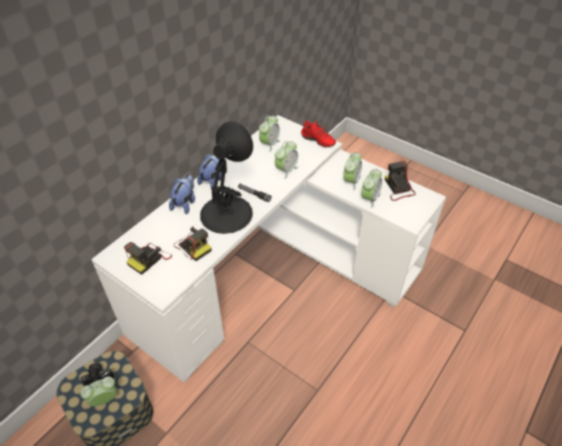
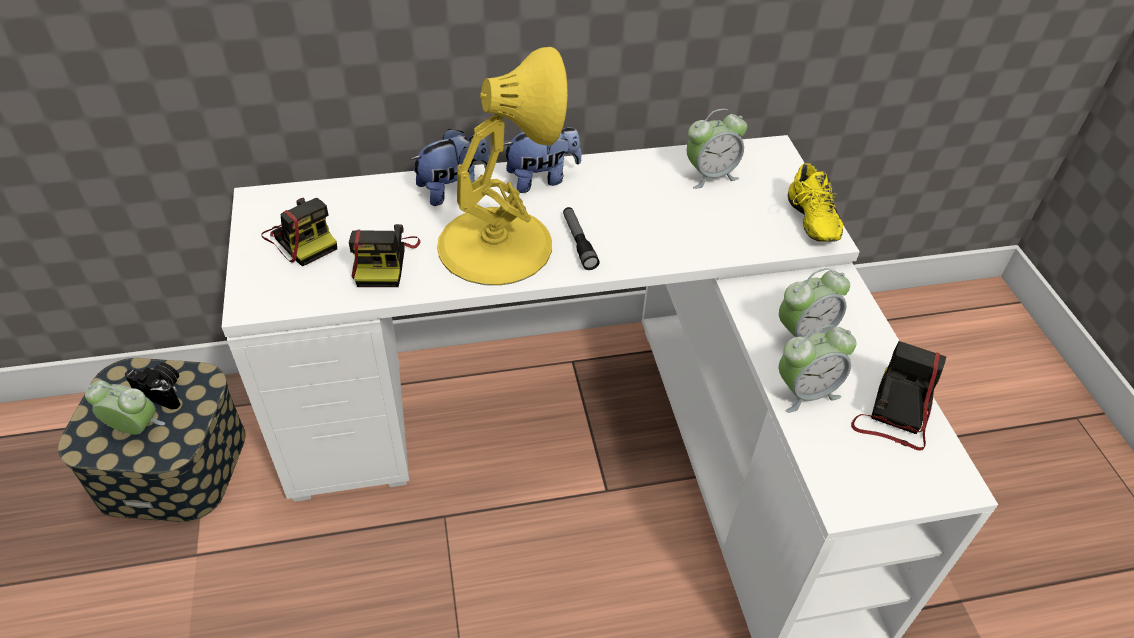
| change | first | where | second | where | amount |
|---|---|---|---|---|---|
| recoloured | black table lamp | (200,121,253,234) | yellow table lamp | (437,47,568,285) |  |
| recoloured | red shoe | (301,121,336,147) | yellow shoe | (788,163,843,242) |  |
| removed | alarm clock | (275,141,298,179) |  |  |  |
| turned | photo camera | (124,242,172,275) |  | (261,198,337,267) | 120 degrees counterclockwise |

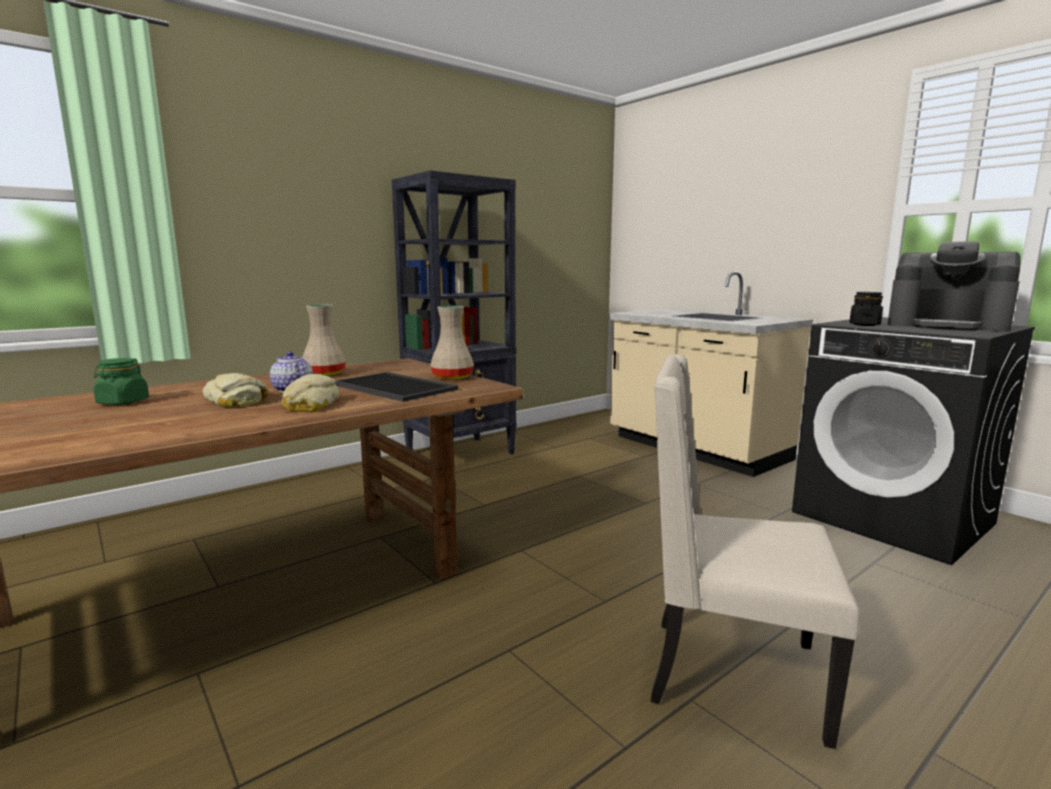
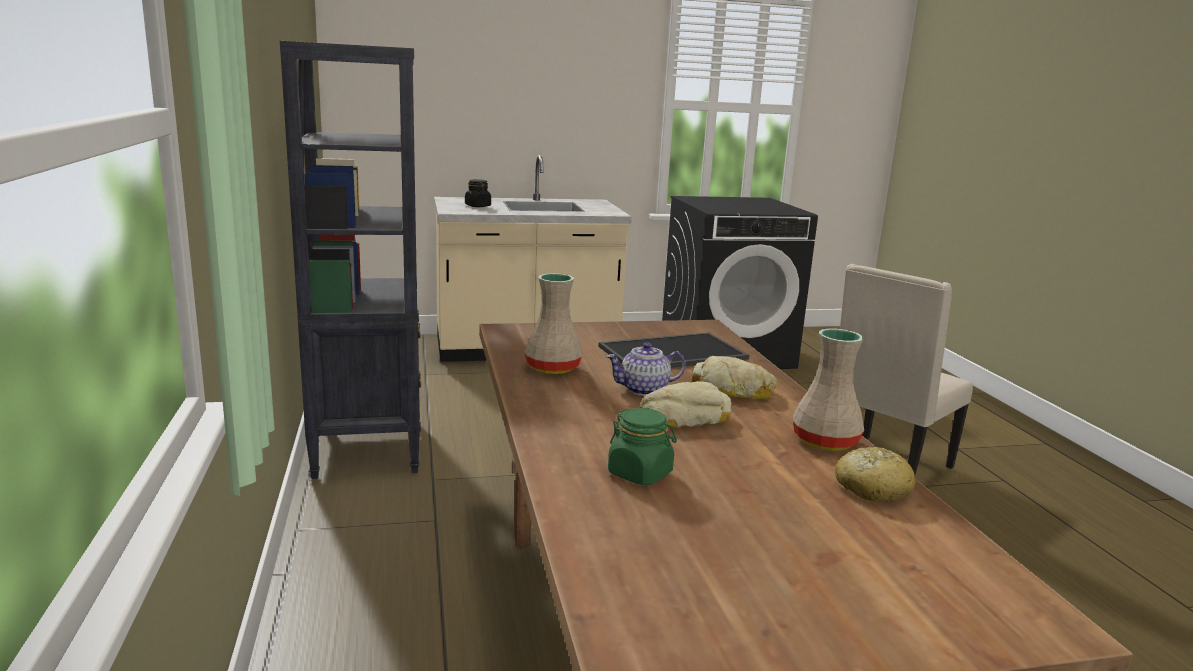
| change | first | where | second | where | amount |
|---|---|---|---|---|---|
| removed | coffee machine | (887,241,1020,332) |  |  |  |
| moved | black jar | (850,292,883,326) |  | (465,179,491,207) |  |
| moved | beige vase | (430,306,474,380) |  | (793,329,864,451) |  |
| added |  |  | bread | (835,447,916,502) |  |

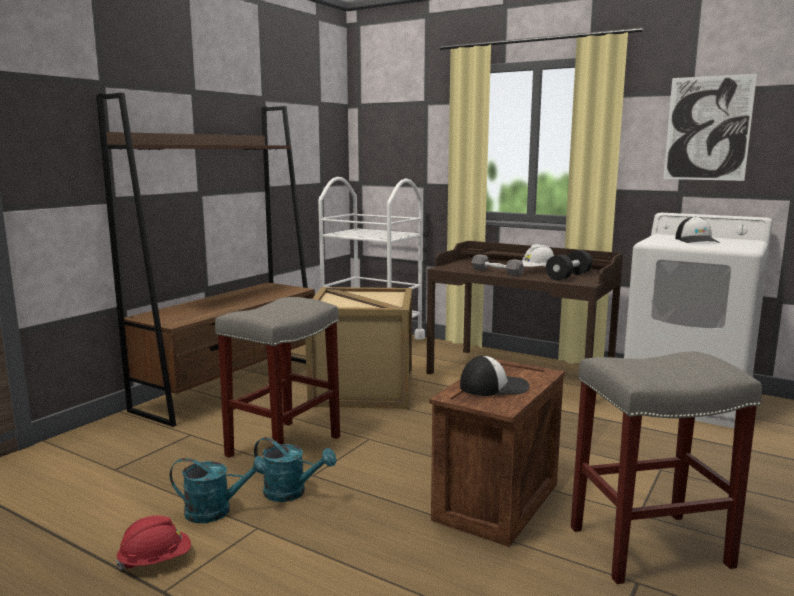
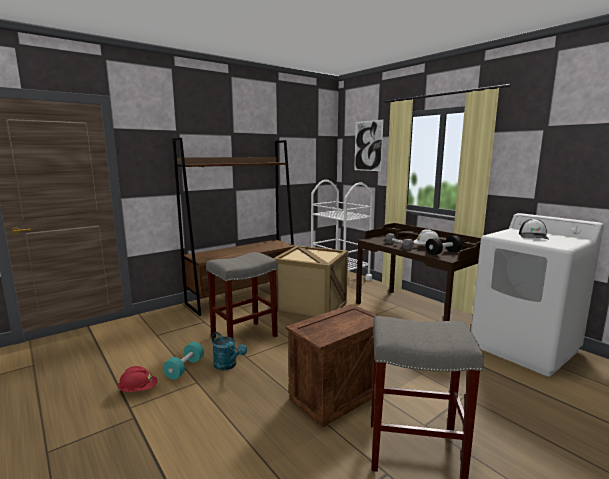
| change | first | where | second | where | amount |
|---|---|---|---|---|---|
| moved | picture | (663,74,757,181) |  | (354,119,384,171) |  |
| removed | cap | (460,356,530,396) |  |  |  |
| replaced | turquoise watering can | (170,456,268,523) | turquoise dumbbell | (163,342,204,380) |  |

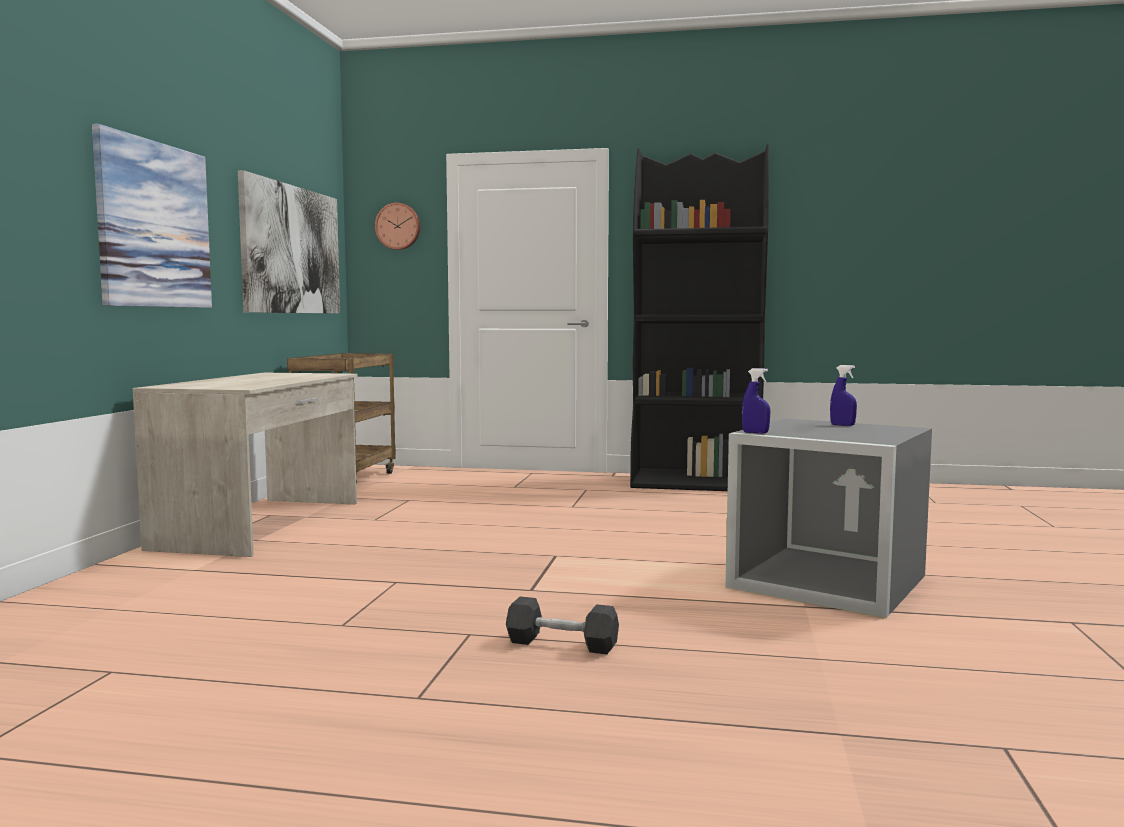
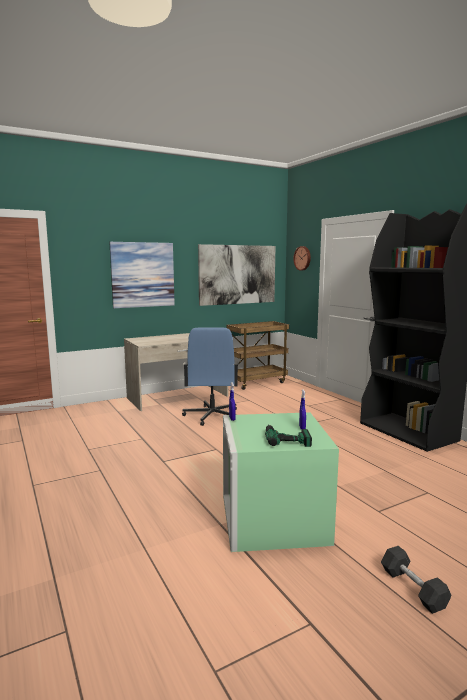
| change | first | where | second | where | amount |
|---|---|---|---|---|---|
| recoloured | grey storage box | (725,418,932,618) | green storage box | (223,412,339,552) |  |
| moved | black dumbbell | (506,596,619,654) |  | (381,546,451,614) |  |
| added |  |  | blue office chair | (182,328,239,426) |  |
| added |  |  | power drill | (265,424,312,447) |  |

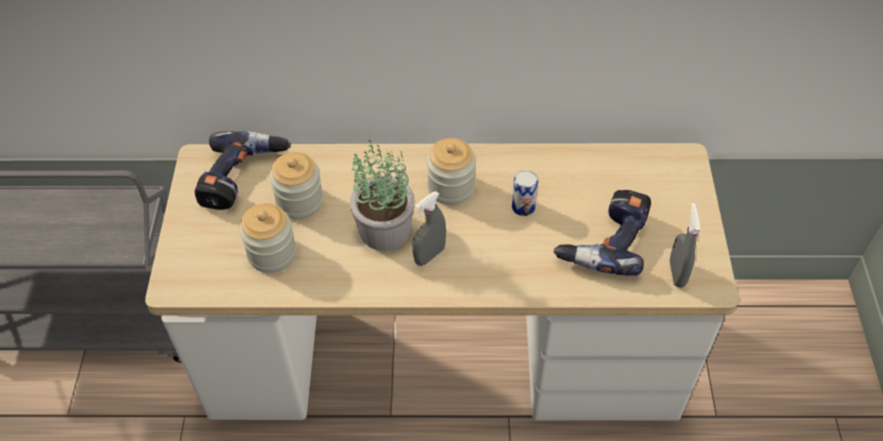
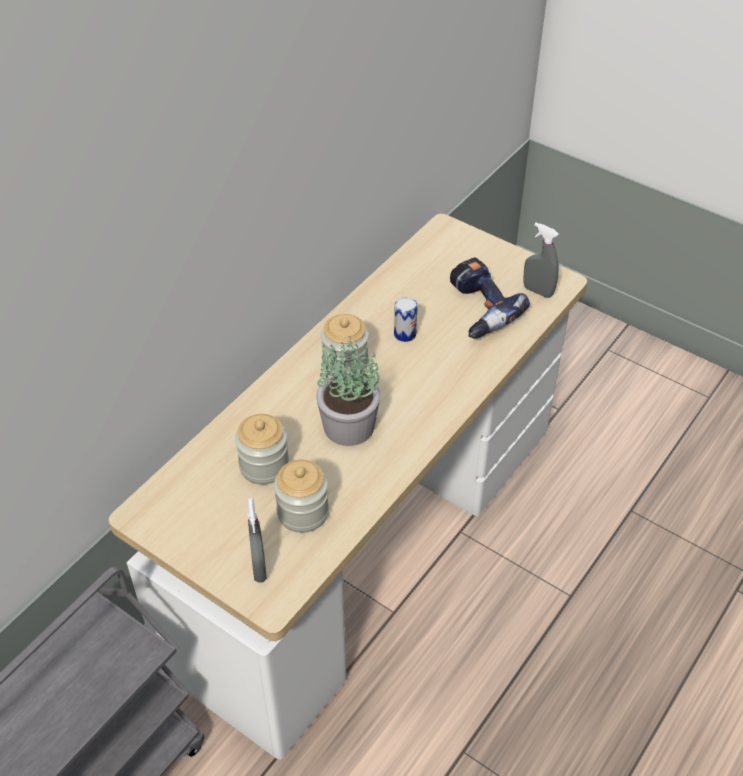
| change | first | where | second | where | amount |
|---|---|---|---|---|---|
| removed | power drill | (195,131,291,210) |  |  |  |
| moved | grey spray bottle | (412,191,446,266) |  | (247,498,267,583) |  |

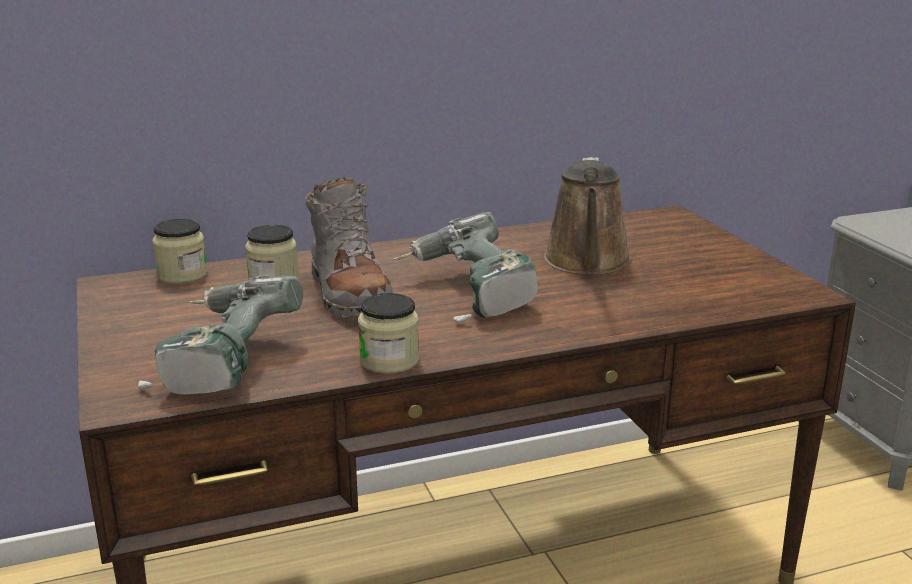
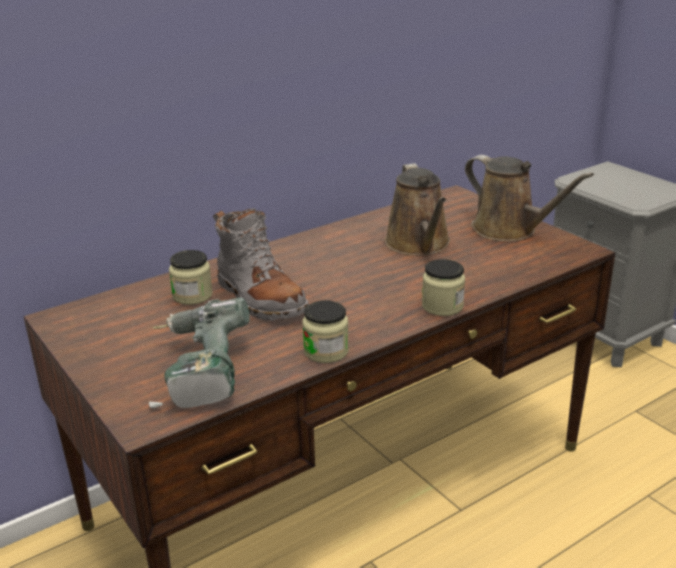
| change | first | where | second | where | amount |
|---|---|---|---|---|---|
| removed | power drill | (393,212,538,323) |  |  |  |
| moved | jar | (152,219,207,284) |  | (422,259,465,316) |  |
| added |  |  | brown watering can | (465,155,594,241) |  |

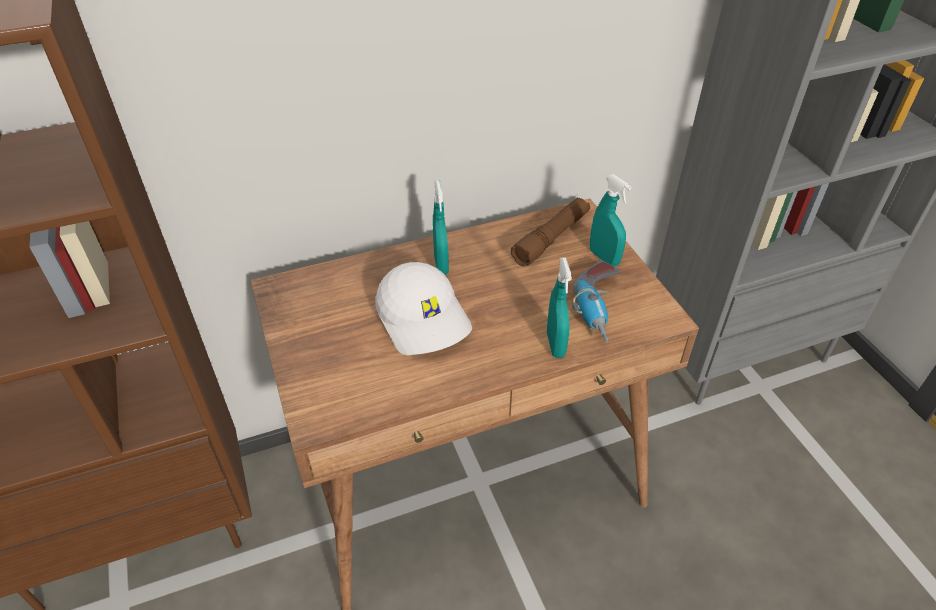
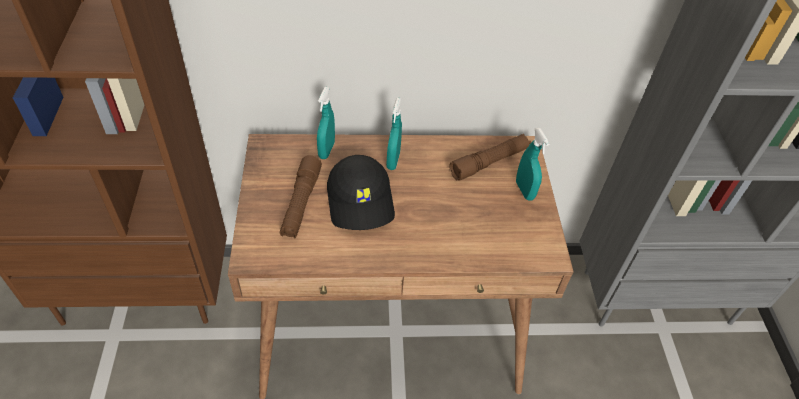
| change | first | where | second | where | amount |
|---|---|---|---|---|---|
| moved | turquoise spray bottle | (547,257,572,358) |  | (317,87,335,159) |  |
| removed | power drill | (572,261,621,343) |  |  |  |
| recoloured | white cap | (375,262,472,355) | black cap | (327,155,395,230) |  |
| added |  |  | brown flashlight | (280,155,322,238) |  |

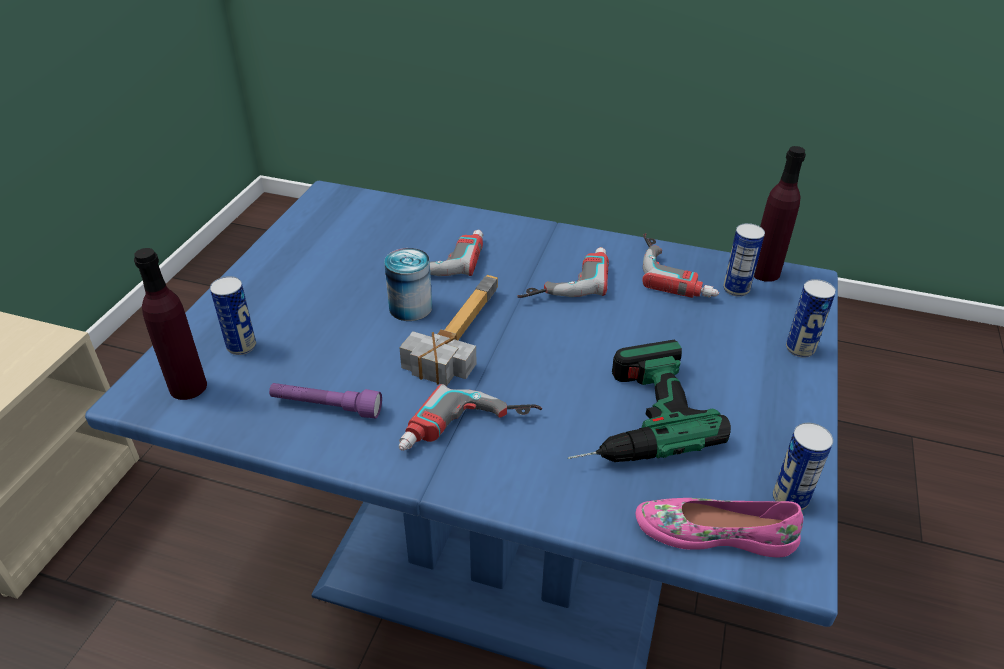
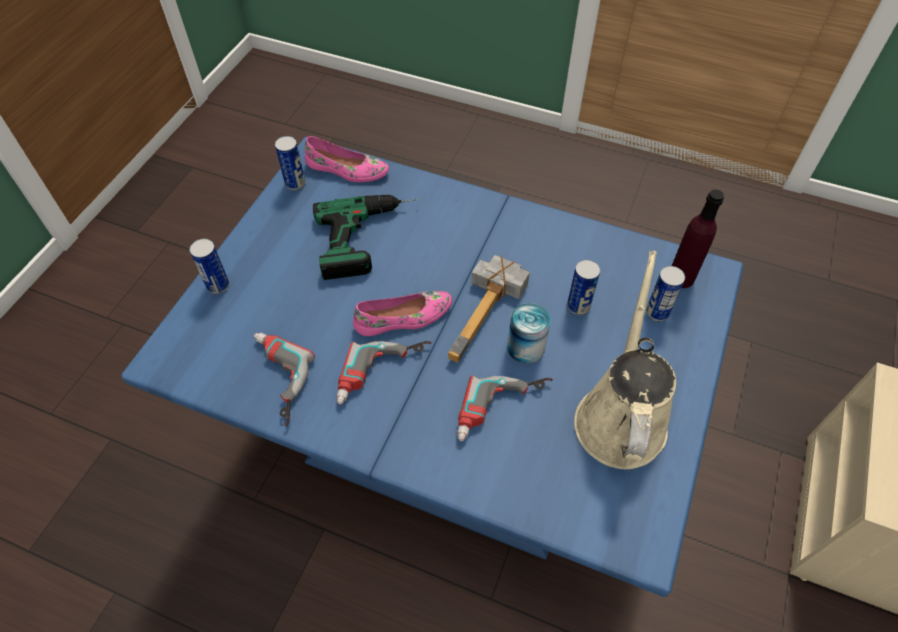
| change | first | where | second | where | amount |
|---|---|---|---|---|---|
| removed | purple bottle | (754,146,806,282) |  |  |  |
| moved | can | (723,223,765,297) |  | (567,259,600,315) |  |
| removed | purple flashlight | (269,383,382,418) |  |  |  |
| removed | power drill | (399,384,543,451) |  |  |  |
| added |  |  | beige watering can | (574,251,676,469) |  |
| added |  |  | pink shoe | (353,291,452,336) |  |

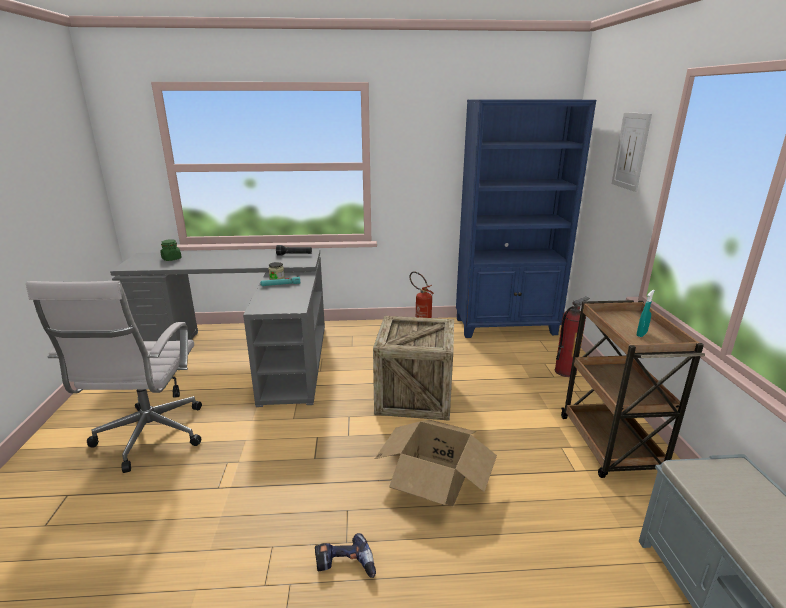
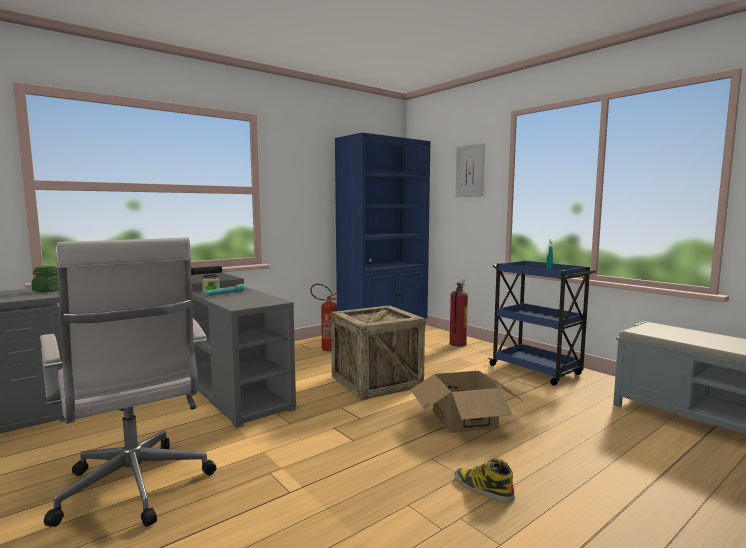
| change | first | where | second | where | amount |
|---|---|---|---|---|---|
| recoloured | brown cart | (561,300,705,478) | blue cart | (488,260,596,386) |  |
| replaced | power drill | (315,533,376,578) | boot | (455,458,515,502) |  |

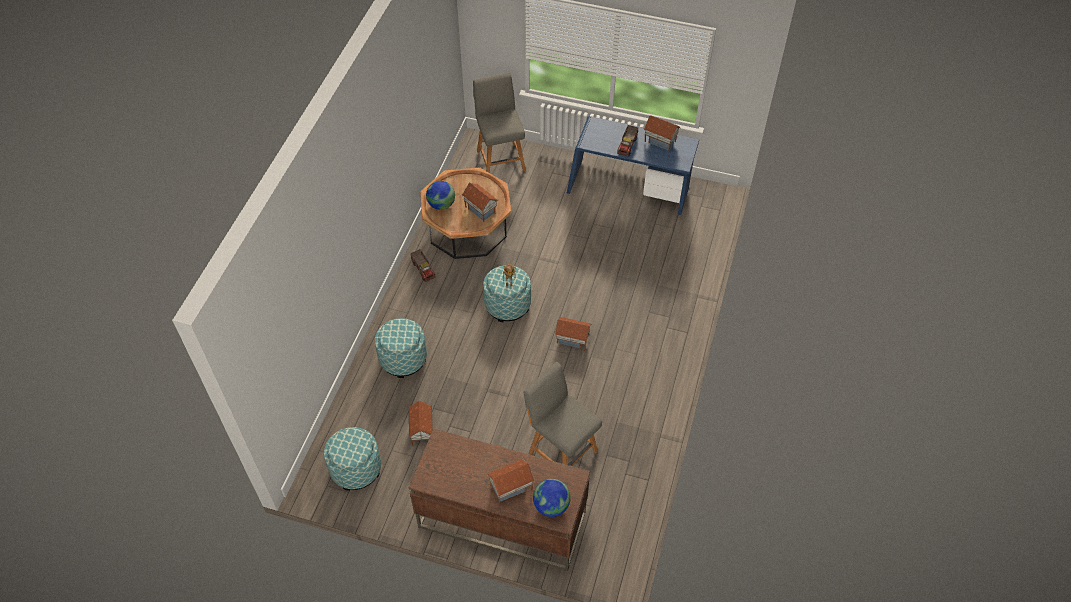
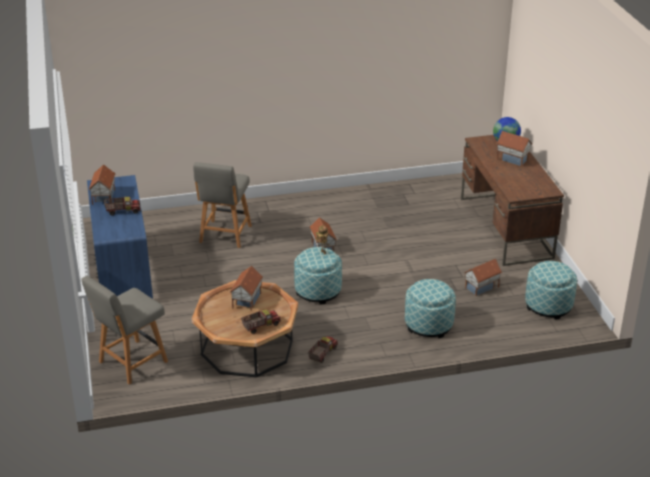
| change | first | where | second | where | amount |
|---|---|---|---|---|---|
| replaced | globe | (426,181,455,210) | toy truck | (241,309,281,334) |  |
| moved | grey chair | (524,362,602,466) |  | (193,162,252,248) |  |

